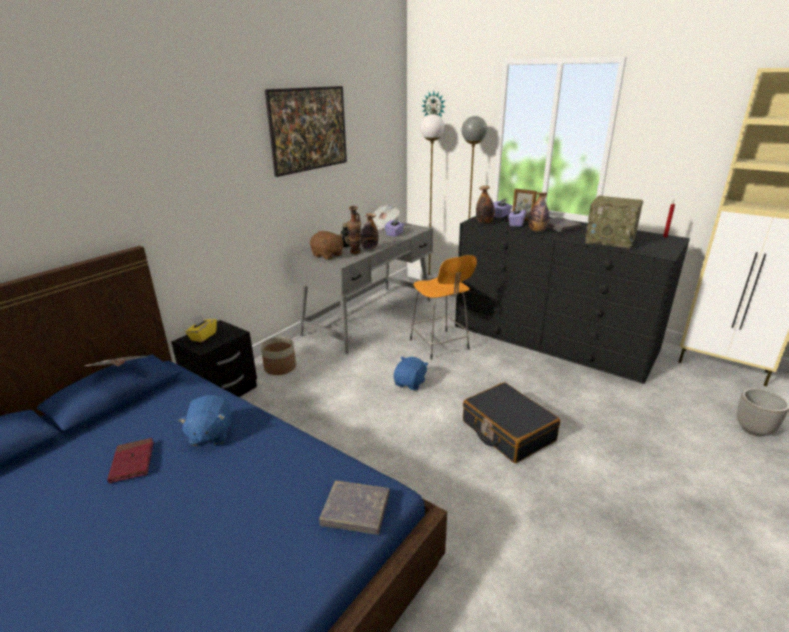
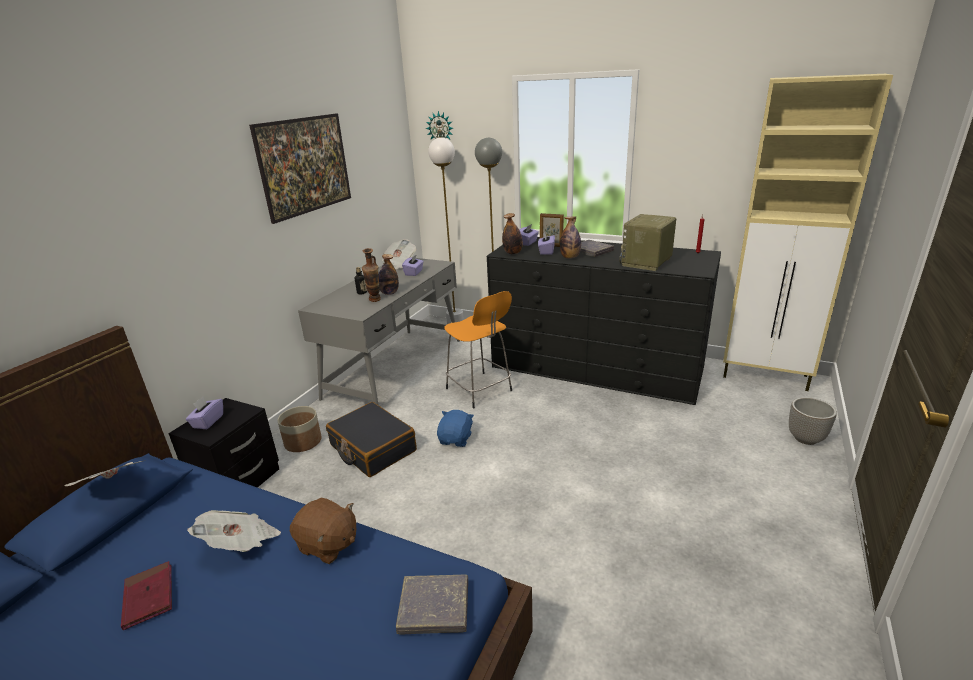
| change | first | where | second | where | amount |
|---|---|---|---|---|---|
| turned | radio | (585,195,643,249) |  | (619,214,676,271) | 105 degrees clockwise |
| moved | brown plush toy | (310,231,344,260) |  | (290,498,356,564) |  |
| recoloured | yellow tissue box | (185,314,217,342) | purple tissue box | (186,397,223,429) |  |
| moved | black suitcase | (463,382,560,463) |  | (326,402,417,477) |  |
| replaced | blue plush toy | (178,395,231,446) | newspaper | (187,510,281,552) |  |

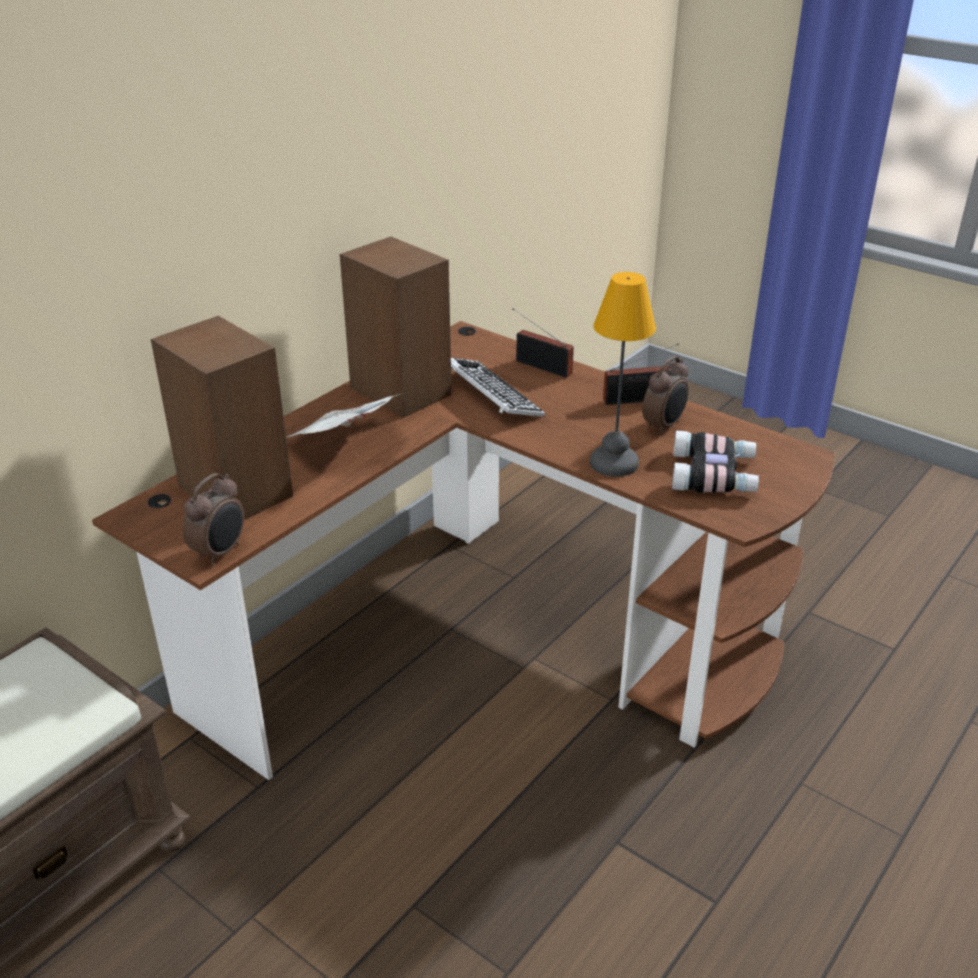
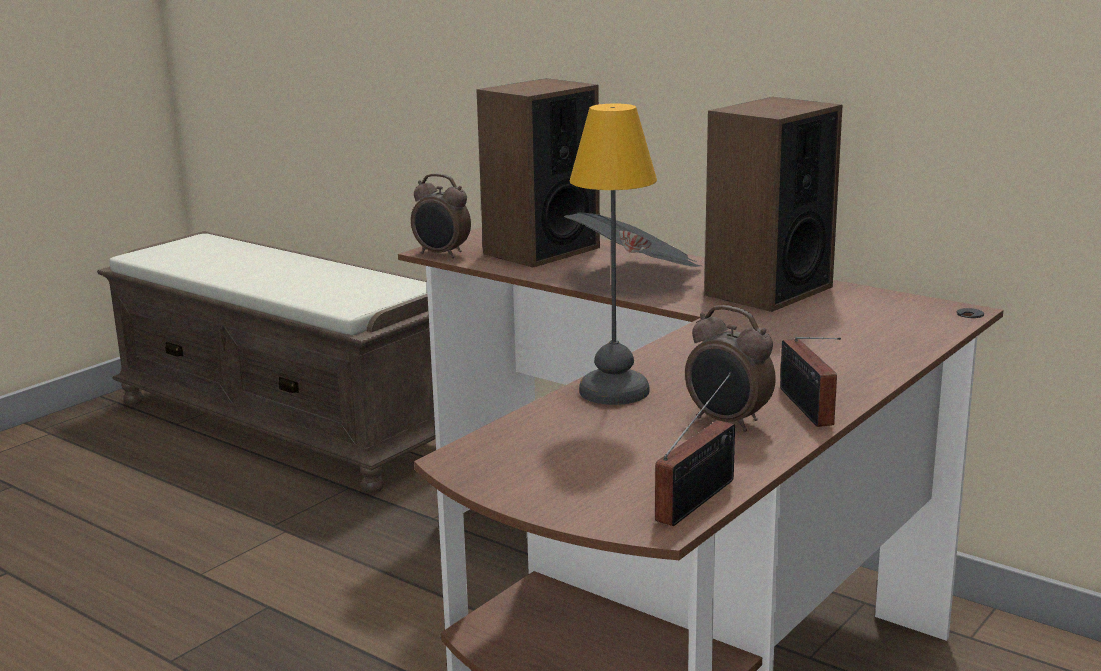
| change | first | where | second | where | amount |
|---|---|---|---|---|---|
| moved | radio | (512,308,574,378) |  | (655,372,735,526) |  |
| removed | keyboard | (451,358,545,417) |  |  |  |
| removed | binoculars | (672,431,759,493) |  |  |  |

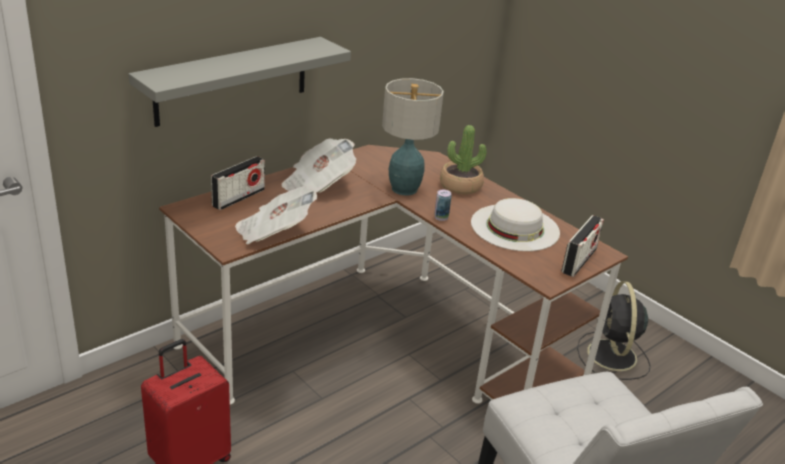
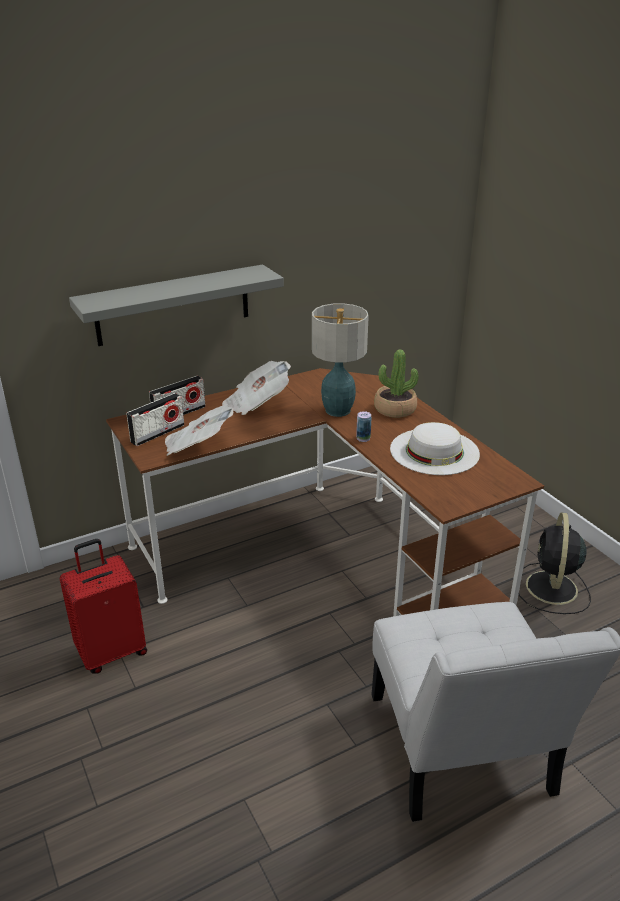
| change | first | where | second | where | amount |
|---|---|---|---|---|---|
| moved | radio | (561,215,604,277) |  | (126,393,184,446) |  |

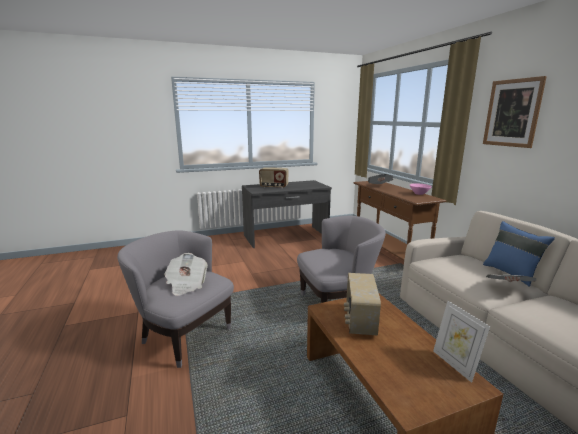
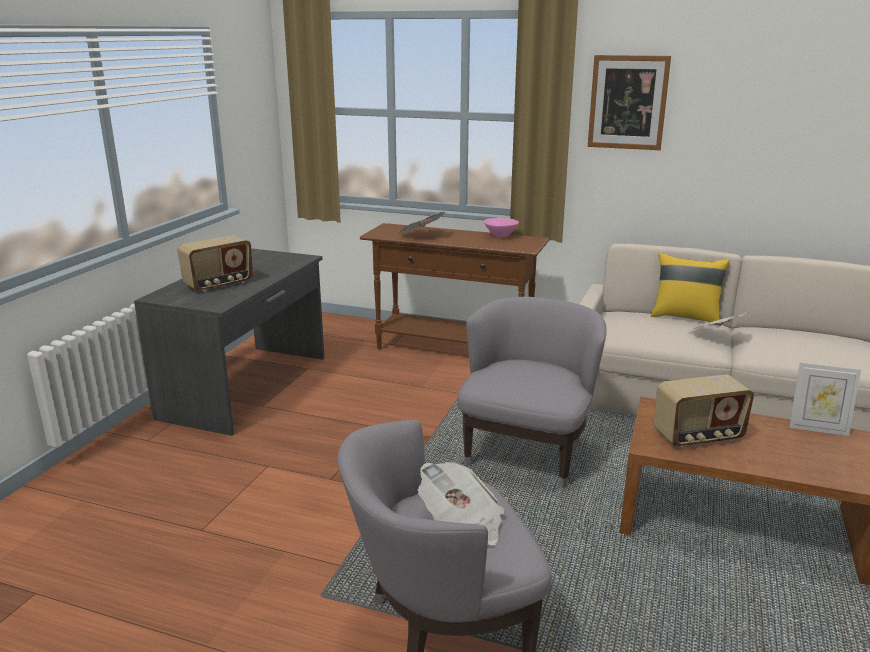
| change | first | where | second | where | amount |
|---|---|---|---|---|---|
| recoloured | blue pillow | (483,221,555,287) | yellow pillow | (651,253,730,322) |  |
| turned | radio | (344,273,381,336) |  | (654,374,754,448) | 60 degrees counterclockwise |

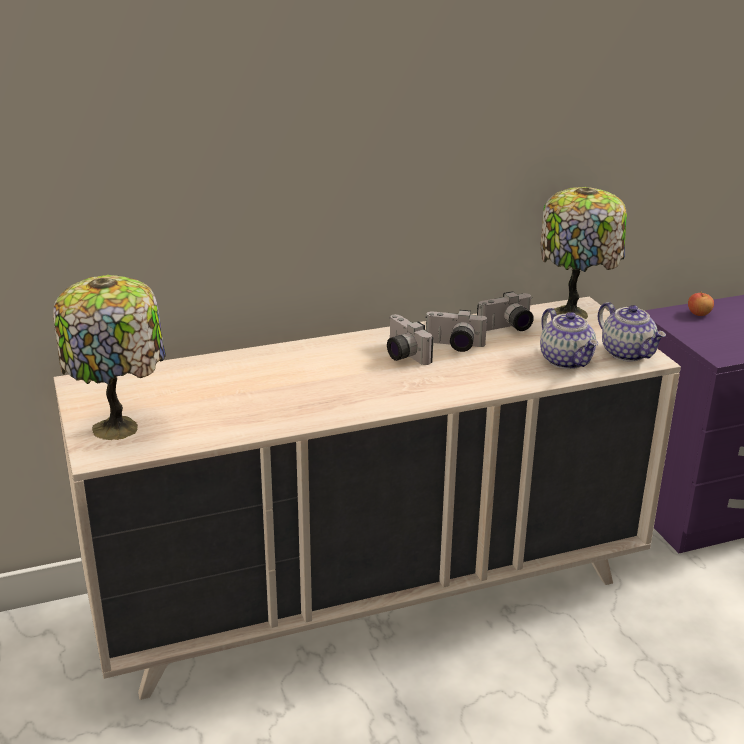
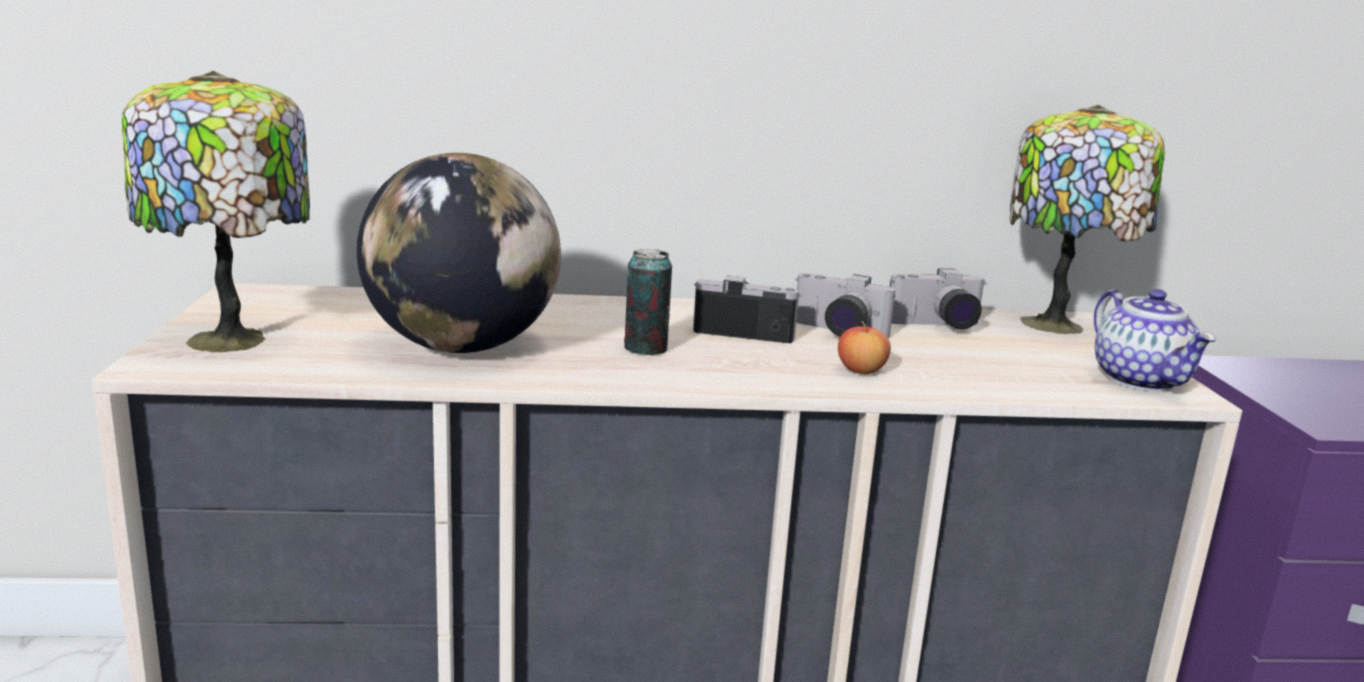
| change | first | where | second | where | amount |
|---|---|---|---|---|---|
| moved | apple | (688,291,714,316) |  | (838,321,891,374) |  |
| removed | teapot | (540,308,598,369) |  |  |  |
| turned | photo camera | (387,314,433,365) |  | (693,276,801,343) | 120 degrees clockwise |
| added |  |  | globe | (357,153,561,353) |  |
| added |  |  | can | (624,249,672,355) |  |

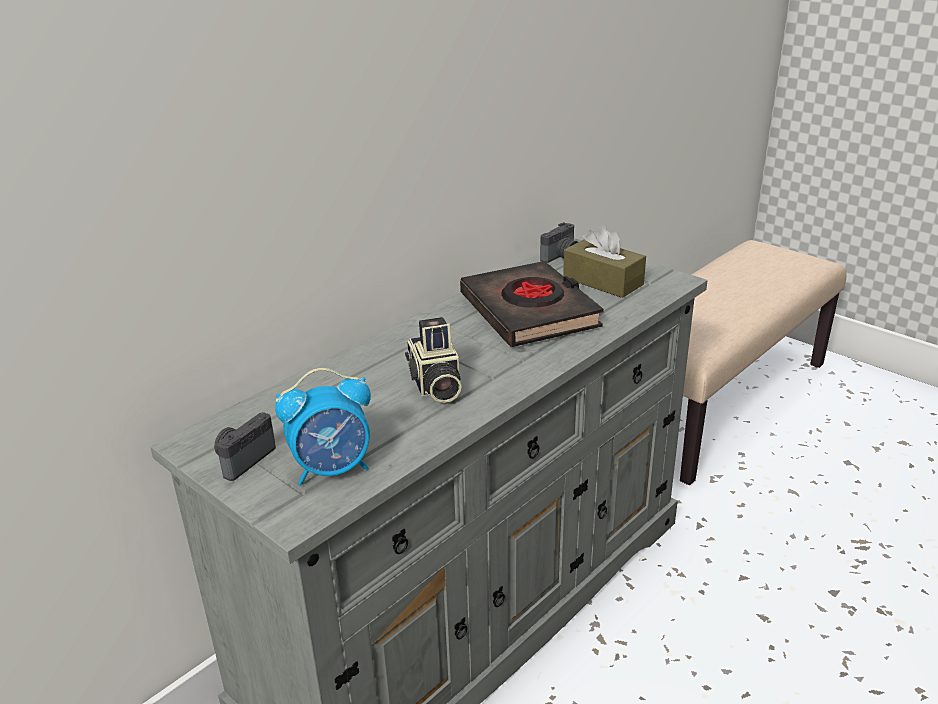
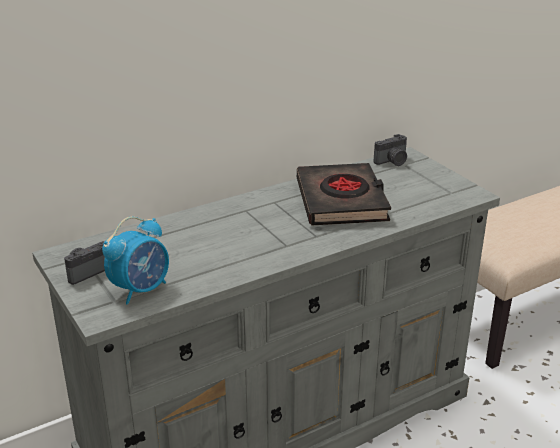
| change | first | where | second | where | amount |
|---|---|---|---|---|---|
| removed | brown tissue box | (563,224,646,298) |  |  |  |
| removed | photo camera | (405,317,462,403) |  |  |  |
| turned | alarm clock | (275,368,371,486) |  | (102,217,169,305) | 45 degrees counterclockwise |

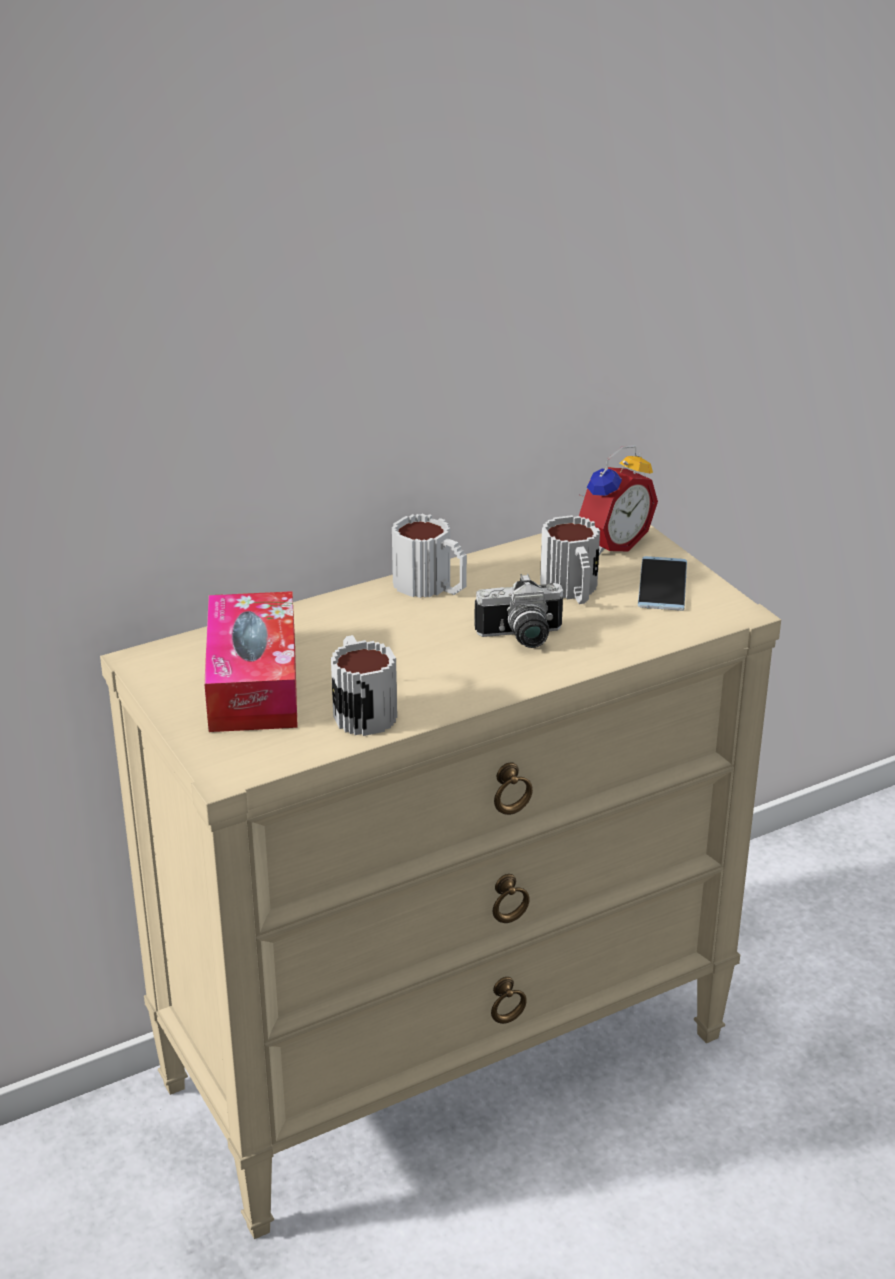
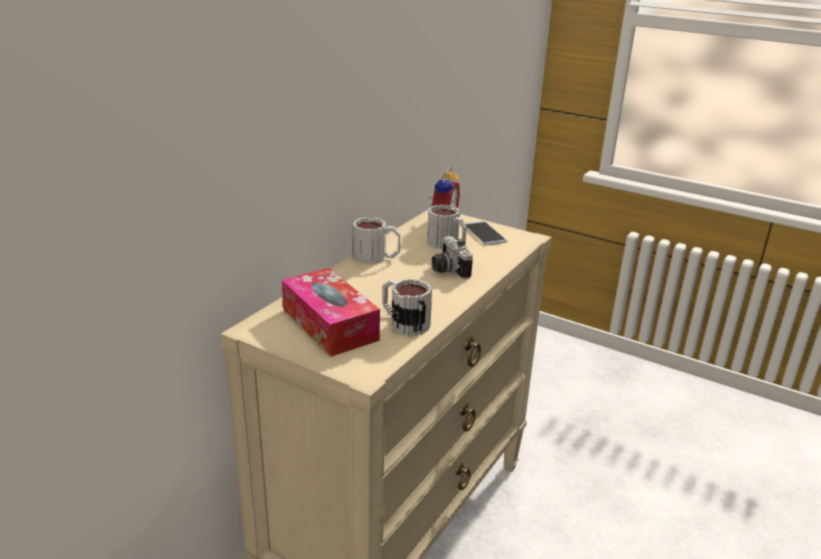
| change | first | where | second | where | amount |
|---|---|---|---|---|---|
| turned | photo camera | (474,574,563,648) |  | (431,236,473,279) | 105 degrees clockwise |

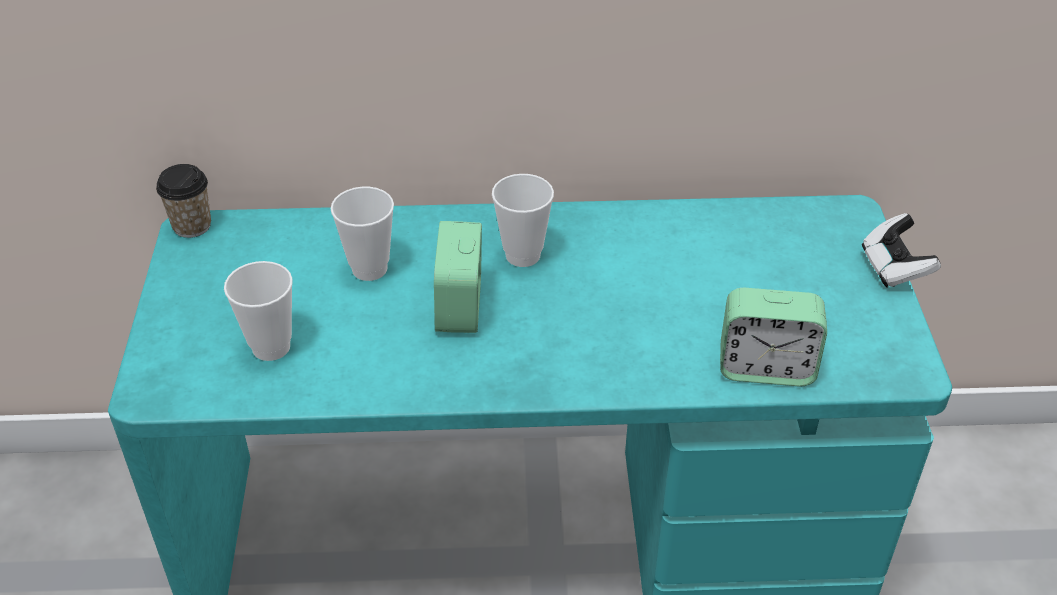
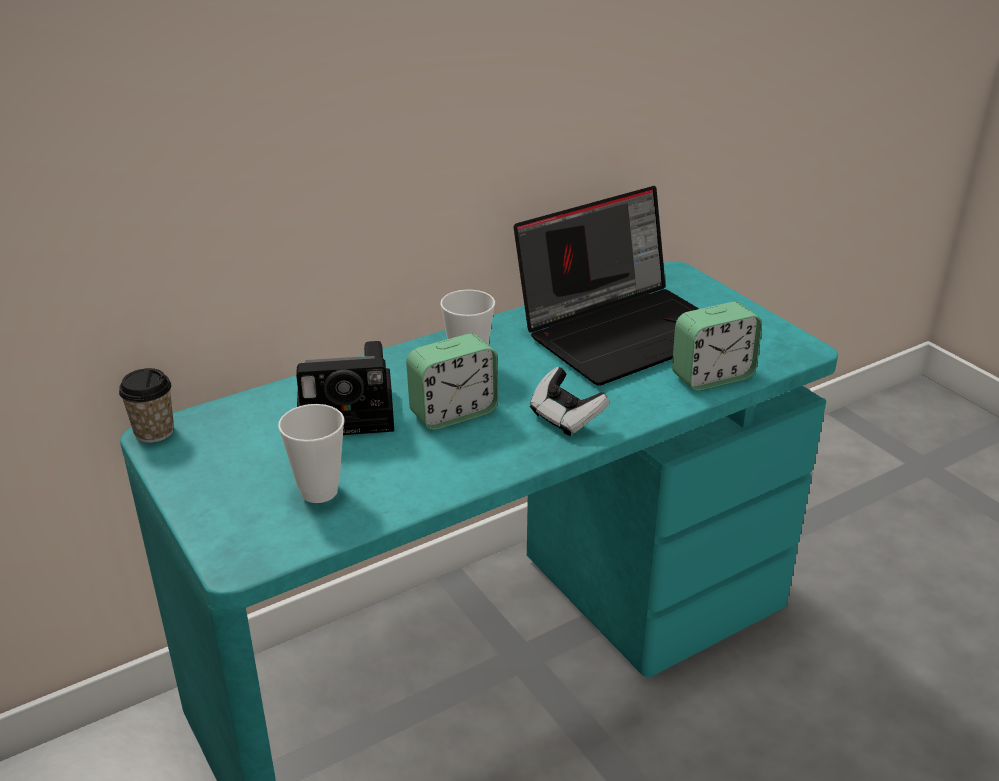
| change | first | where | second | where | amount |
|---|---|---|---|---|---|
| replaced | cup | (331,187,394,281) | photo camera | (296,341,394,435) |  |
| moved | game controller | (862,213,941,288) |  | (530,367,609,436) |  |
| turned | alarm clock | (434,221,482,333) |  | (406,334,498,430) | 90 degrees counterclockwise |
| added |  |  | laptop | (514,186,699,386) |  |

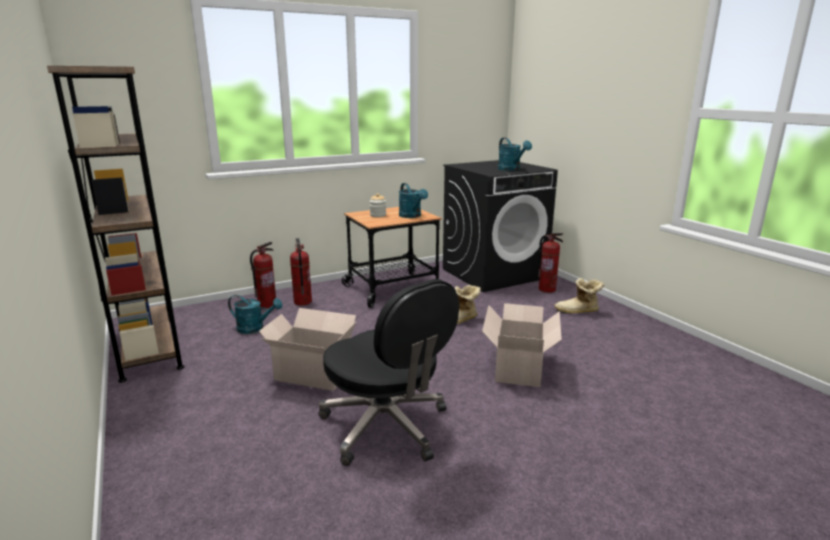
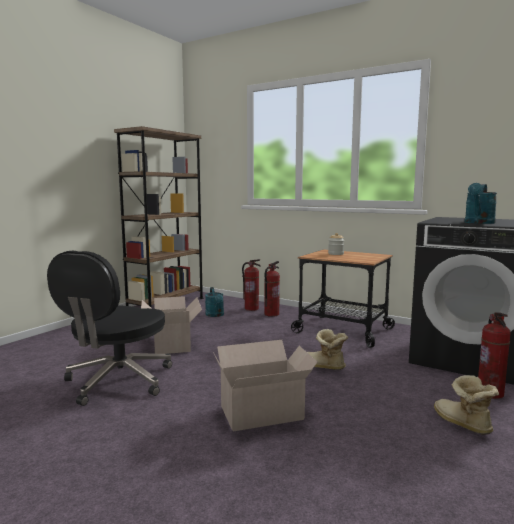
| change | first | where | second | where | amount |
|---|---|---|---|---|---|
| removed | turquoise watering can | (399,183,428,218) |  |  |  |

